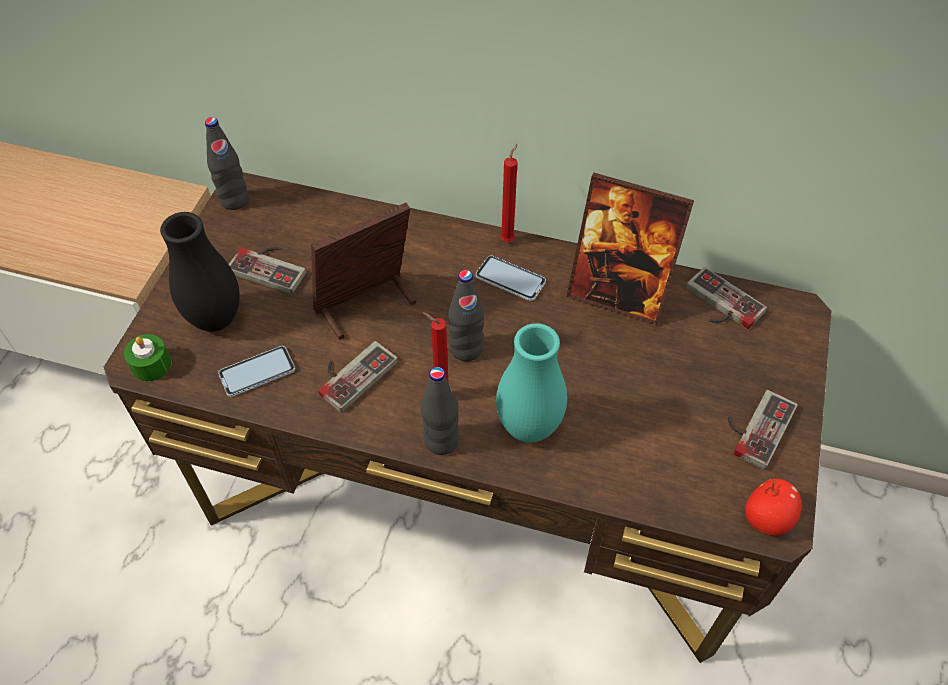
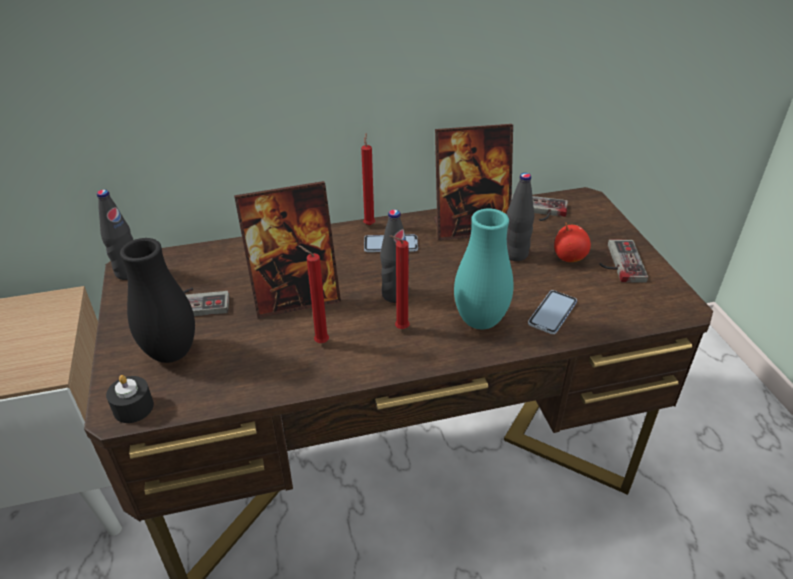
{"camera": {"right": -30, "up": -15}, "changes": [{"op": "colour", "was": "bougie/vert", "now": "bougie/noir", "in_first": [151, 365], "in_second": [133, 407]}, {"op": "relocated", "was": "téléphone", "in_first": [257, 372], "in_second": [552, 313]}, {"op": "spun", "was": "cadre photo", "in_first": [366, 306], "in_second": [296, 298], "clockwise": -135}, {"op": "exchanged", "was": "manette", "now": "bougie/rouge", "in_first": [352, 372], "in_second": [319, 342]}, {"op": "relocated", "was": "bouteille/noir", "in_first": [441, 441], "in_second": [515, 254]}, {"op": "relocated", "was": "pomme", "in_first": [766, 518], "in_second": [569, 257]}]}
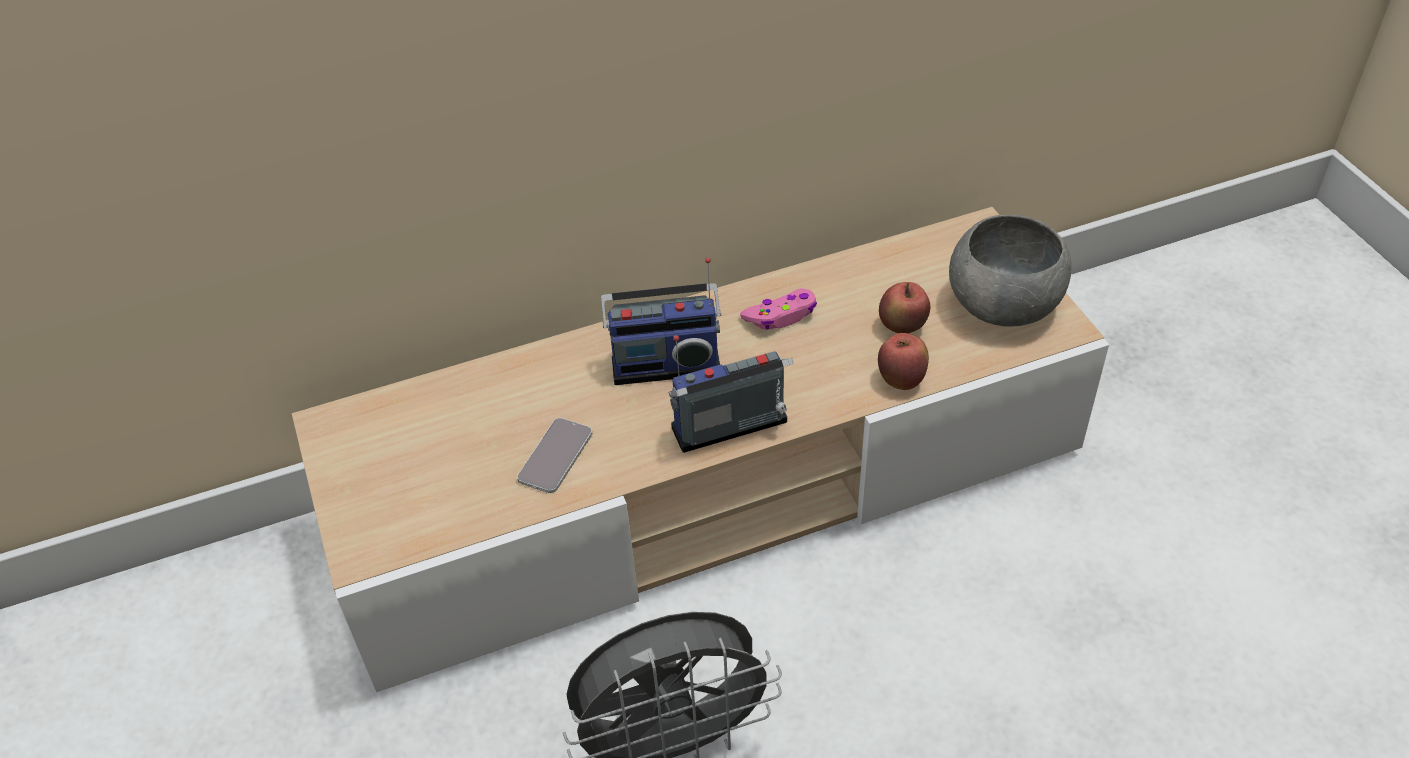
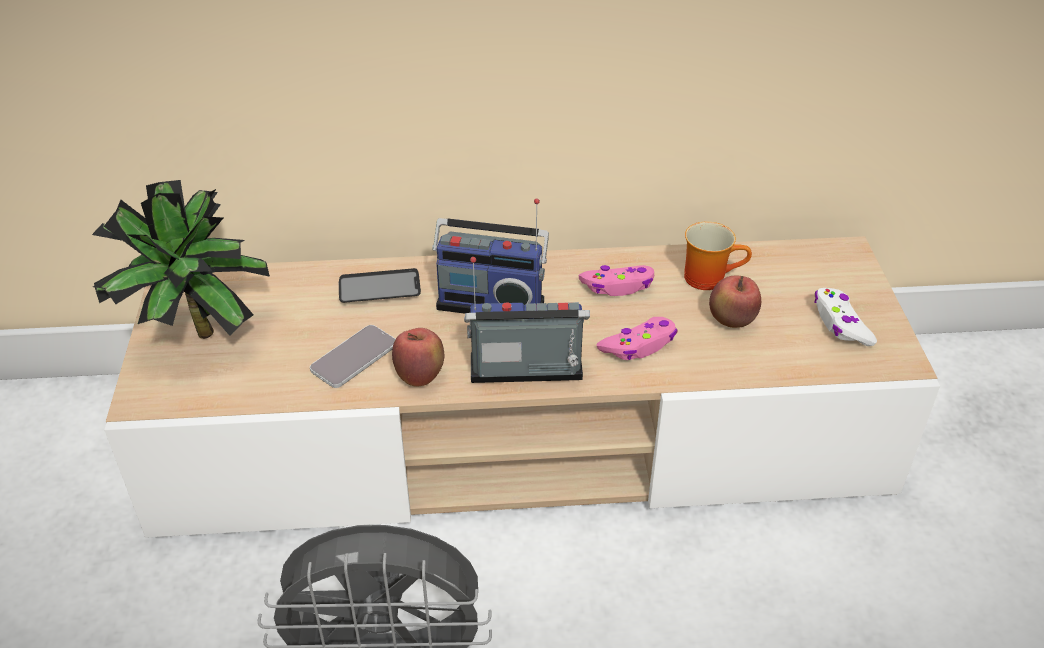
{"camera": {"right": 15, "up": -5}, "changes": [{"op": "relocated", "was": "pomme", "in_first": [901, 380], "in_second": [420, 376]}, {"op": "exchanged", "was": "bol/gris", "now": "manette/blanc", "in_first": [1002, 304], "in_second": [841, 324]}, {"op": "appeared", "now": "plante en pot", "in_second": [193, 337]}, {"op": "appeared", "now": "téléphone", "in_second": [379, 288]}, {"op": "appeared", "now": "manette/rose", "in_second": [639, 345]}, {"op": "appeared", "now": "mug", "in_second": [709, 276]}]}
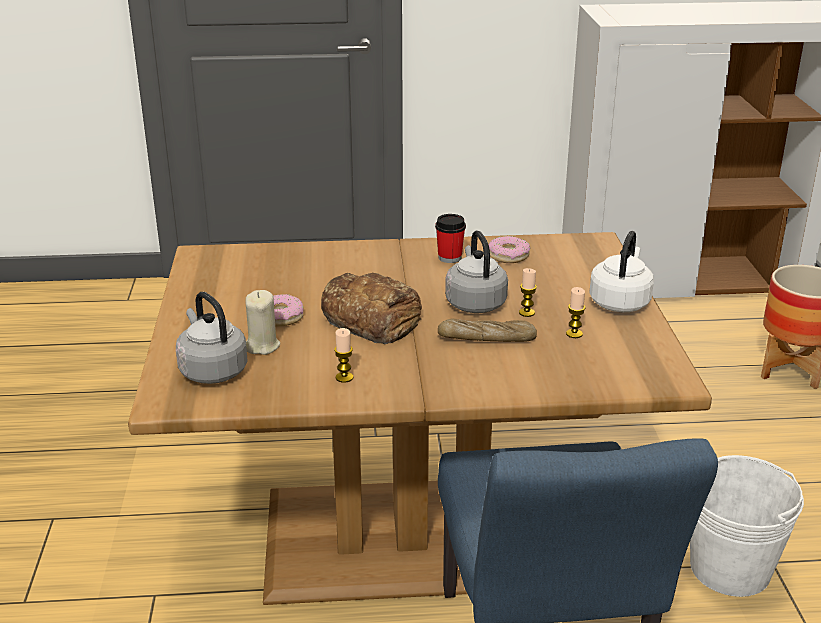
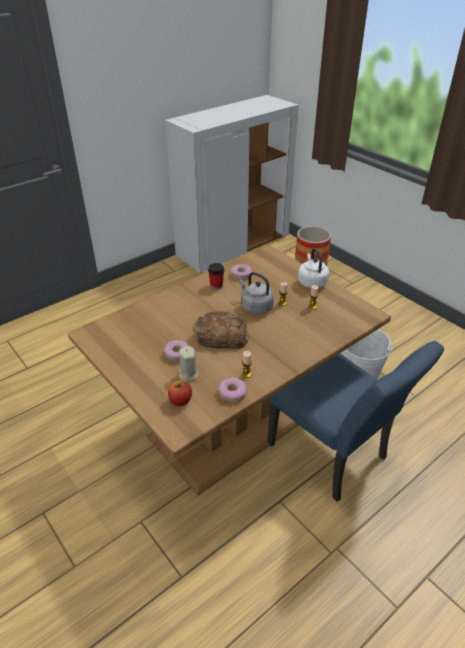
{"camera": {"right": -35, "up": 10}, "changes": [{"op": "exchanged", "was": "bouilloire/gris", "now": "pomme", "in_first": [212, 370], "in_second": [180, 400]}, {"op": "missing", "was": "pain", "in_first": [486, 338]}, {"op": "appeared", "now": "beignet", "in_second": [232, 393]}]}
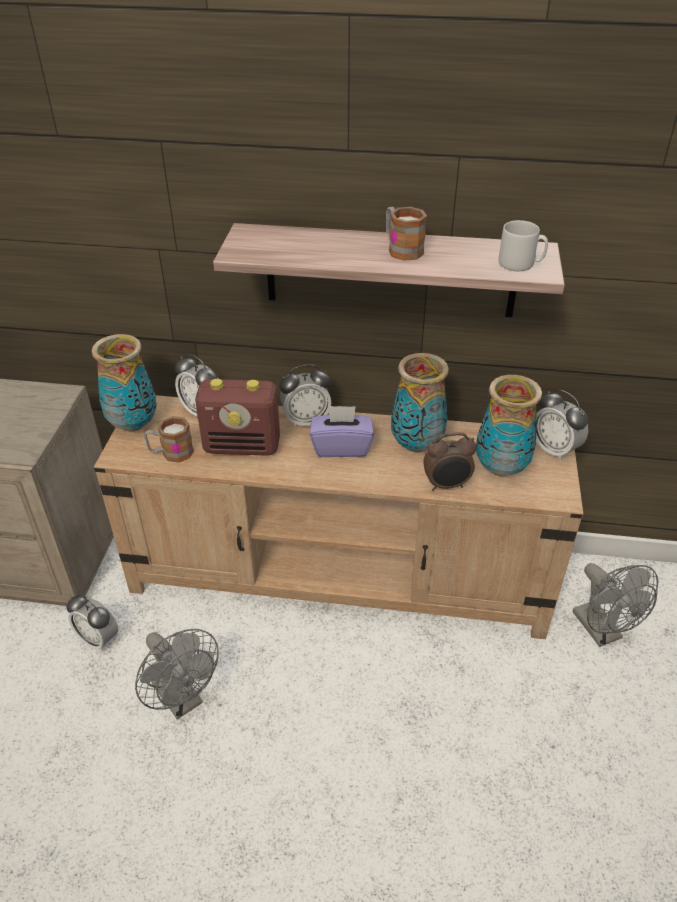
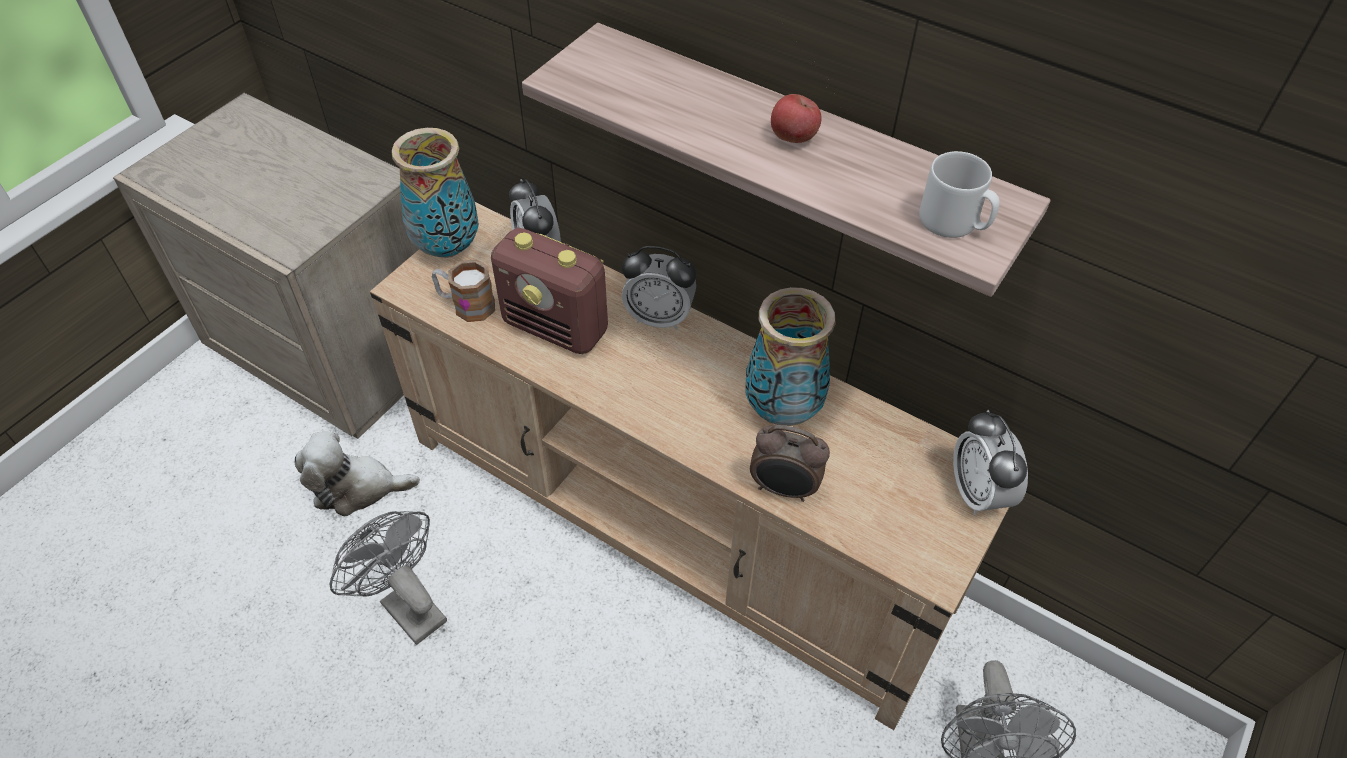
{"camera": {"right": 25, "up": 10}, "changes": [{"op": "exchanged", "was": "réveil", "now": "peluche", "in_first": [98, 639], "in_second": [357, 488]}, {"op": "spun", "was": "ventilateur/gris", "in_first": [183, 700], "in_second": [406, 605], "clockwise": 150}, {"op": "missing", "was": "boîte à mouchoirs/violet", "in_first": [341, 447]}, {"op": "exchanged", "was": "mug", "now": "pomme", "in_first": [401, 249], "in_second": [793, 138]}, {"op": "missing", "was": "vase", "in_first": [500, 468]}]}
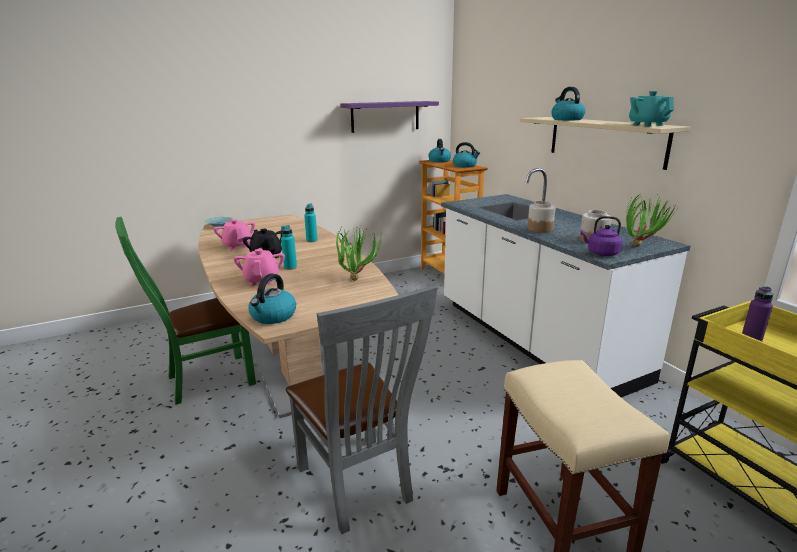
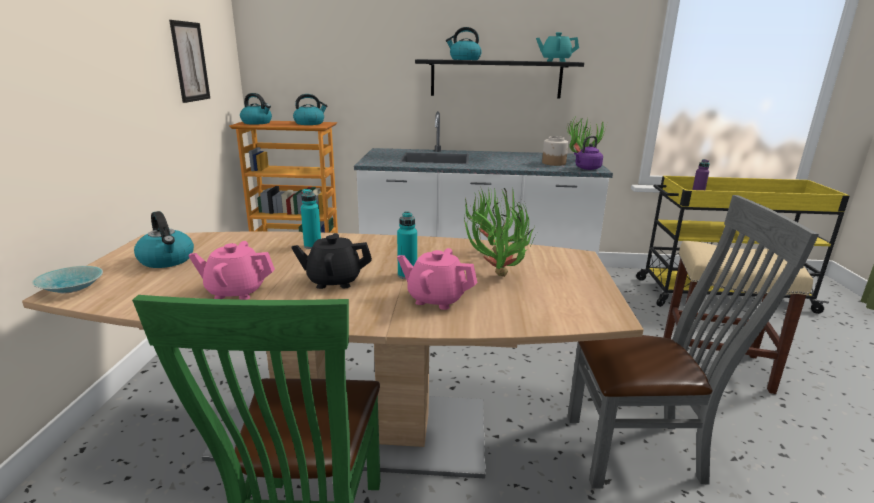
{"camera": {"right": -60, "up": 0}, "changes": [{"op": "relocated", "was": "bouilloire", "in_first": [273, 316], "in_second": [167, 260]}, {"op": "exchanged", "was": "étagère/violet", "now": "tableau", "in_first": [385, 116], "in_second": [190, 62]}, {"op": "colour", "was": "étagère/beige", "now": "étagère/noir", "in_first": [605, 140], "in_second": [496, 79]}, {"op": "missing", "was": "bocal", "in_first": [540, 229]}, {"op": "appeared", "now": "plante en pot", "in_second": [499, 280]}]}
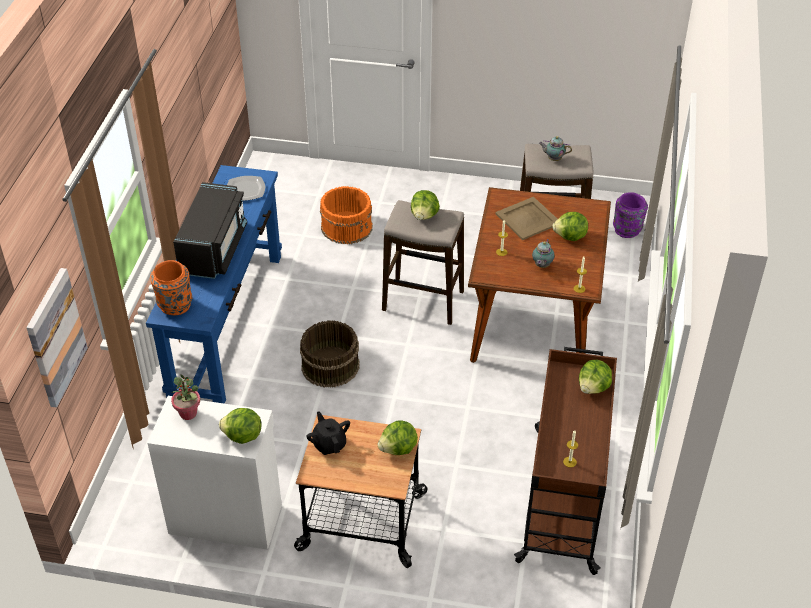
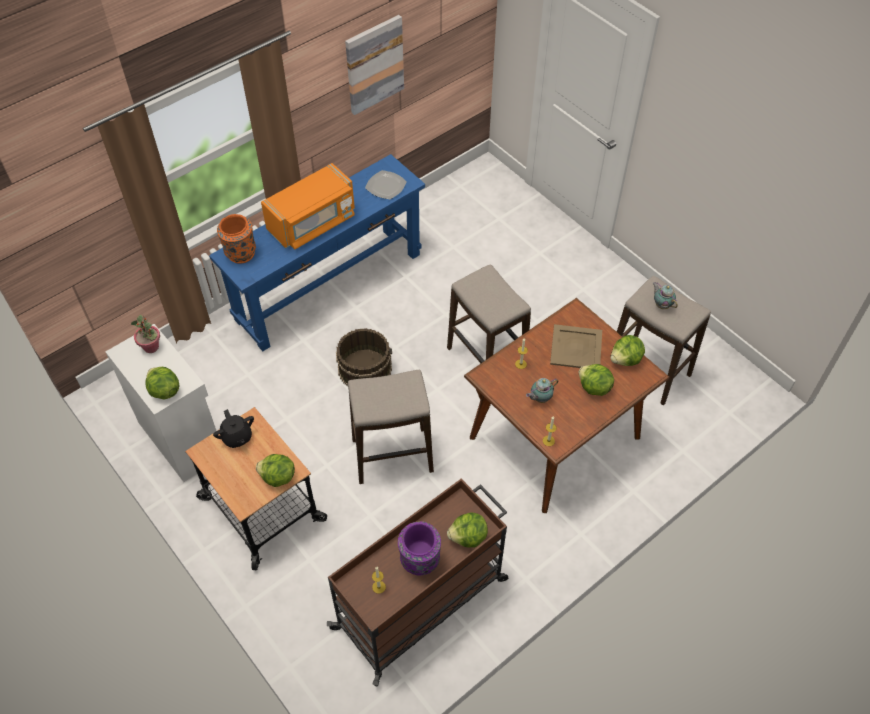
{"camera": {"right": 40, "up": 10}, "changes": [{"op": "relocated", "was": "tableau", "in_first": [55, 337], "in_second": [374, 64]}, {"op": "colour", "was": "micro-ondes/noir", "now": "micro-ondes/orange", "in_first": [214, 249], "in_second": [312, 223]}, {"op": "spun", "was": "théière/noir", "in_first": [329, 444], "in_second": [237, 437], "clockwise": 135}, {"op": "missing", "was": "seau/orange", "in_first": [347, 227]}, {"op": "relocated", "was": "laitue", "in_first": [424, 216], "in_second": [625, 360]}, {"op": "relocated", "was": "vase/violet", "in_first": [627, 230], "in_second": [420, 561]}, {"op": "appeared", "now": "tabouret", "in_second": [392, 456]}]}
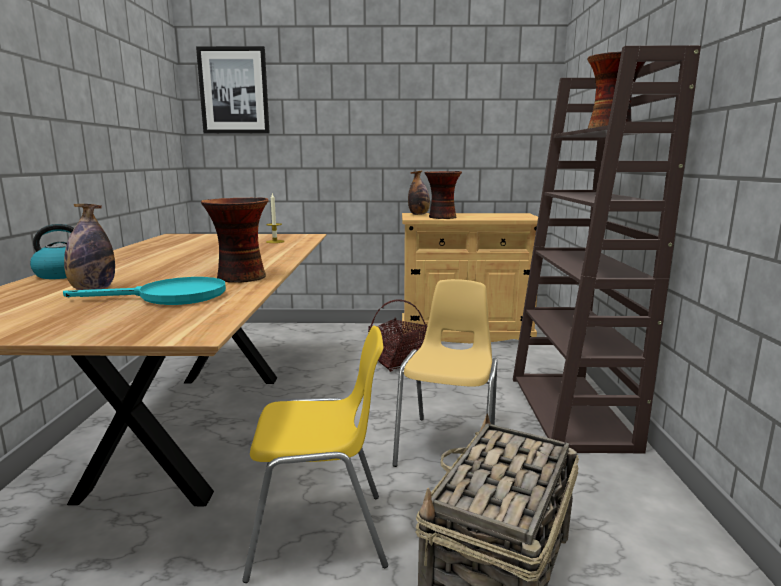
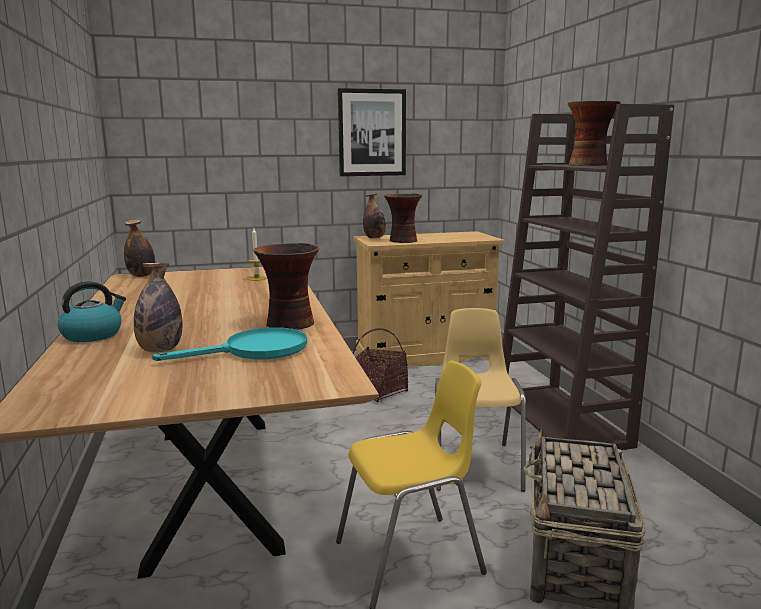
{"camera": {"right": -15, "up": 0}, "changes": [{"op": "relocated", "was": "tableau", "in_first": [234, 91], "in_second": [372, 133]}, {"op": "appeared", "now": "bouteille", "in_second": [142, 276]}]}
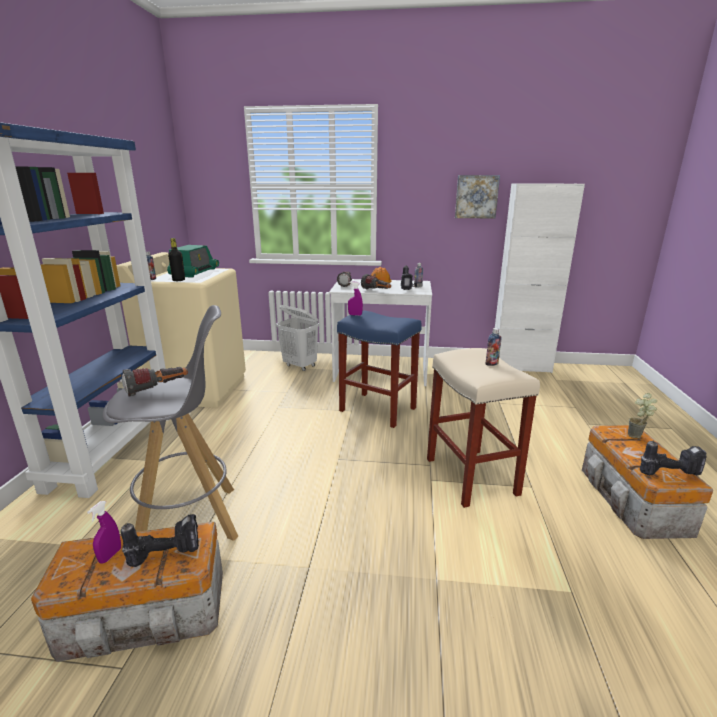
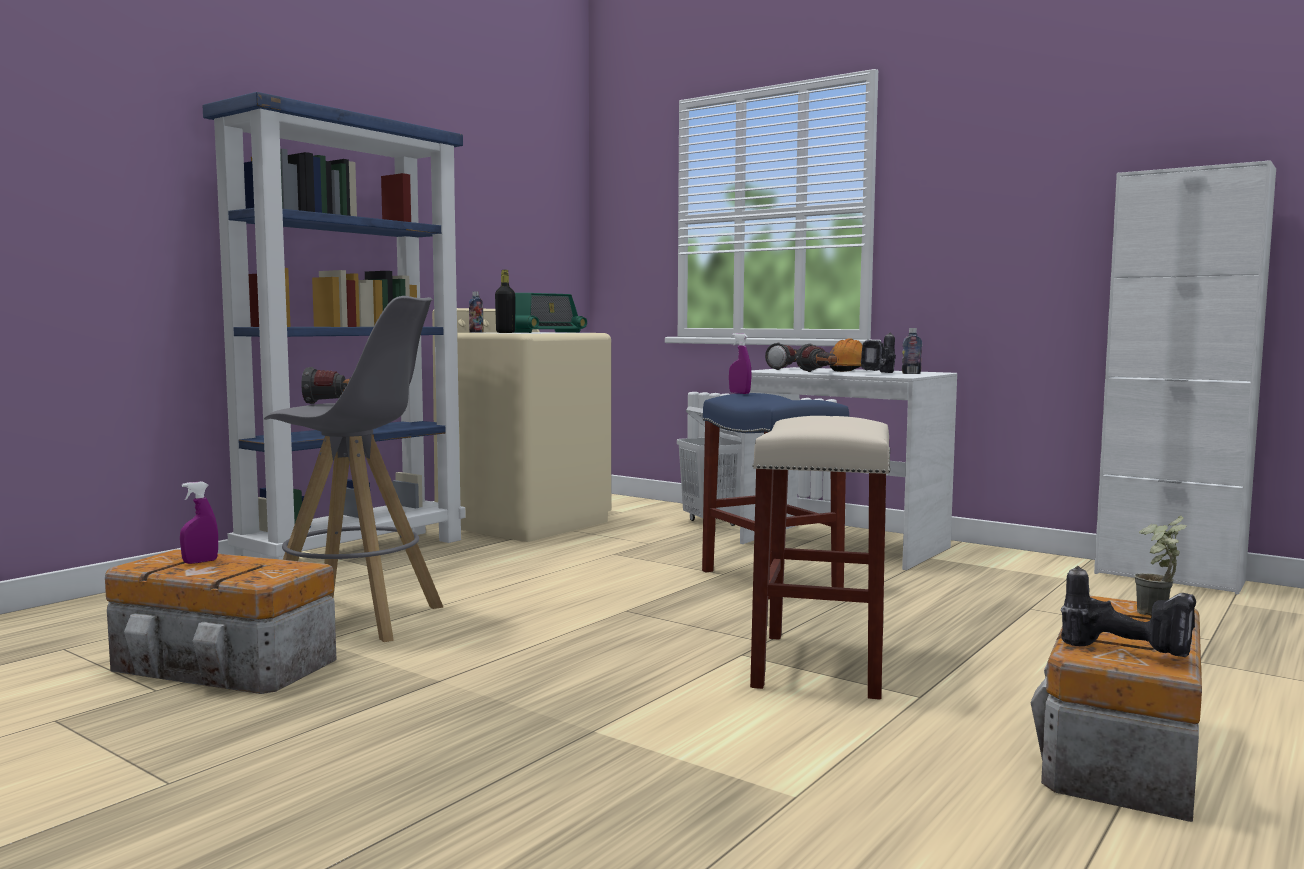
{"camera": {"right": 30, "up": -15}, "changes": [{"op": "missing", "was": "perceuse", "in_first": [167, 553]}, {"op": "missing", "was": "tableau", "in_first": [476, 196]}, {"op": "missing", "was": "bouteille", "in_first": [491, 364]}]}
